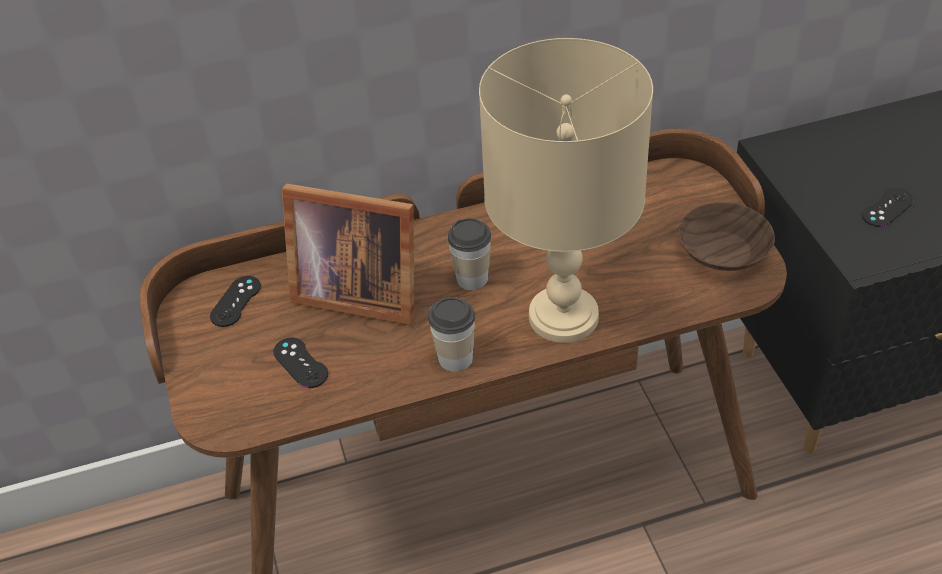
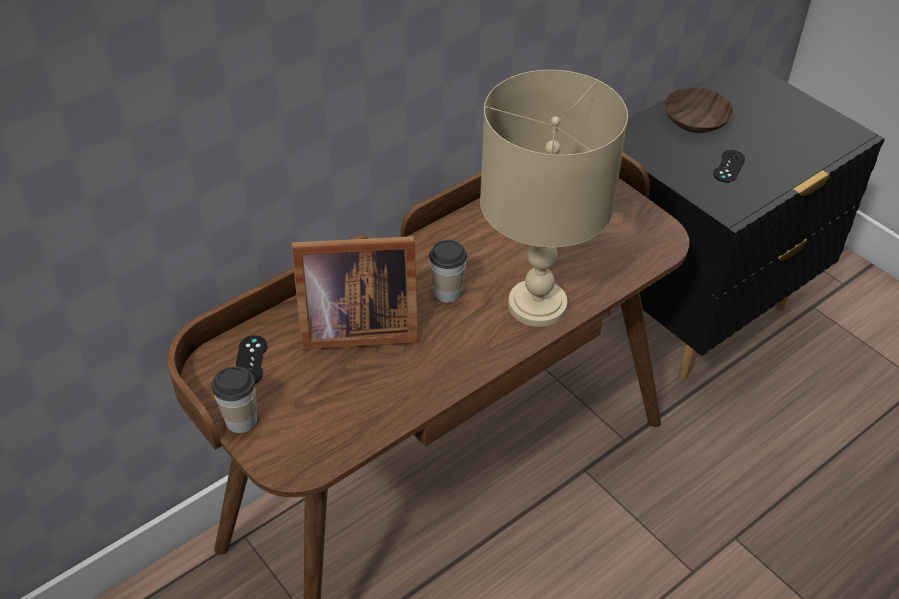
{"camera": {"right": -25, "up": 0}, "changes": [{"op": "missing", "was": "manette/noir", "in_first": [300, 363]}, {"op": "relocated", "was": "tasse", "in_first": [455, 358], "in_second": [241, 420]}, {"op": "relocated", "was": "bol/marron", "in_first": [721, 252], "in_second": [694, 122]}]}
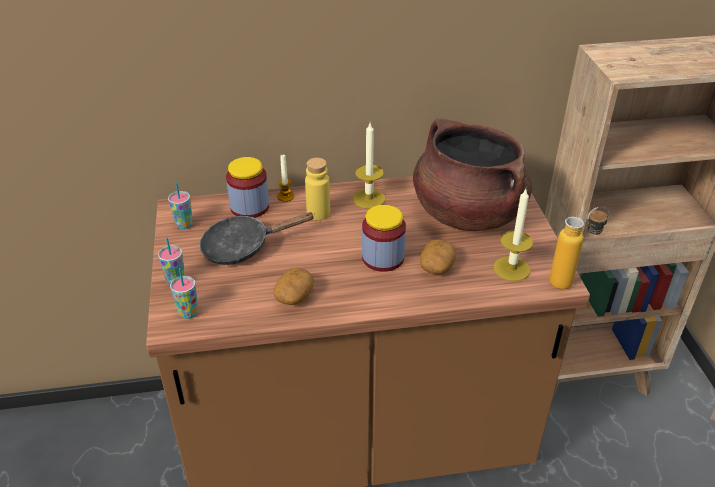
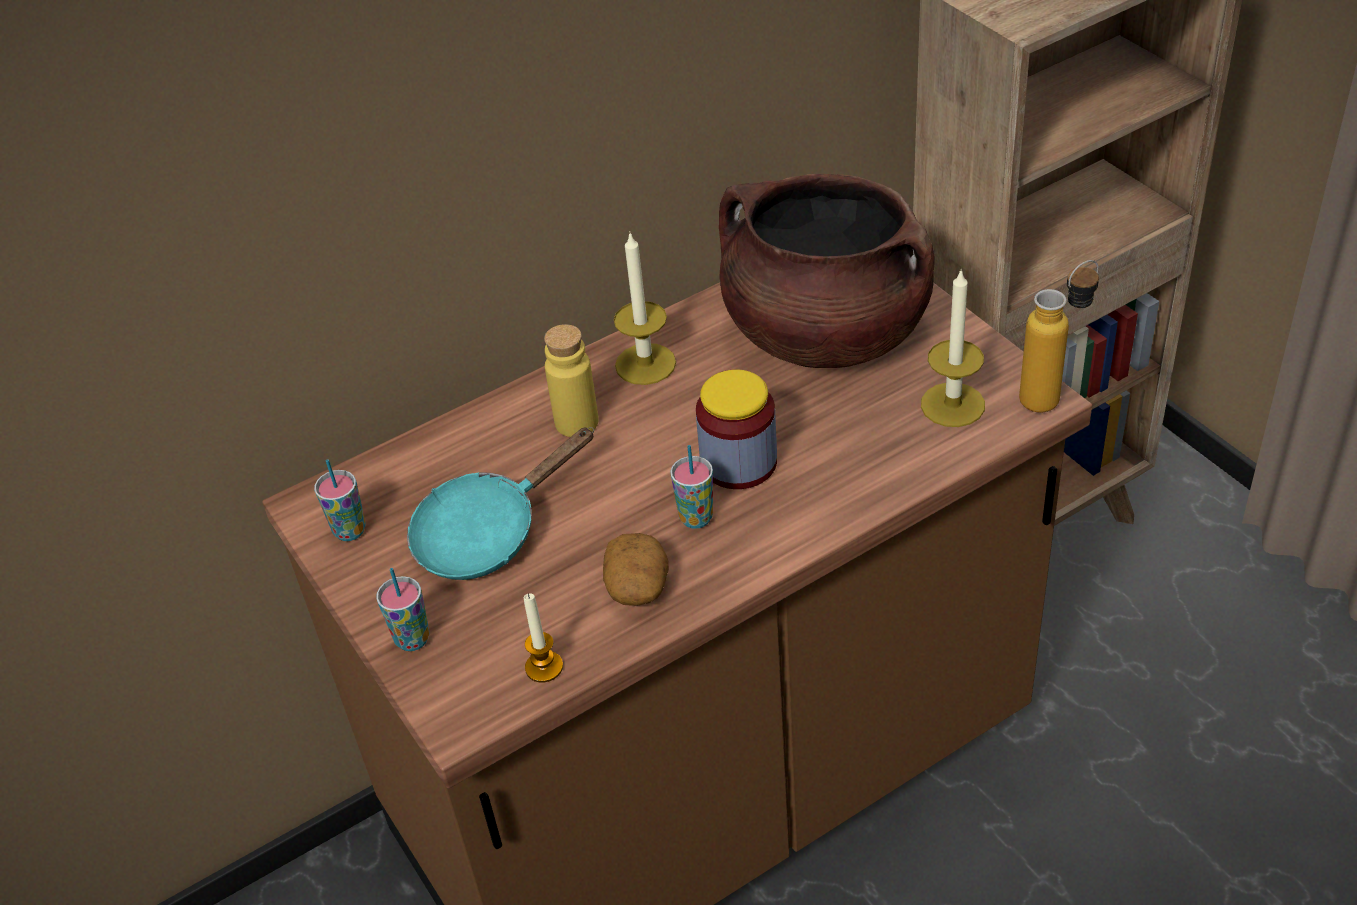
{"camera": {"right": -20, "up": 5}, "changes": [{"op": "relocated", "was": "tasse", "in_first": [188, 313], "in_second": [696, 518]}, {"op": "colour", "was": "poêle/noir", "now": "poêle/turquoise", "in_first": [243, 247], "in_second": [487, 532]}, {"op": "missing", "was": "bocal", "in_first": [249, 207]}, {"op": "relocated", "was": "bougie", "in_first": [285, 196], "in_second": [544, 667]}, {"op": "missing", "was": "pomme de terre", "in_first": [437, 267]}]}
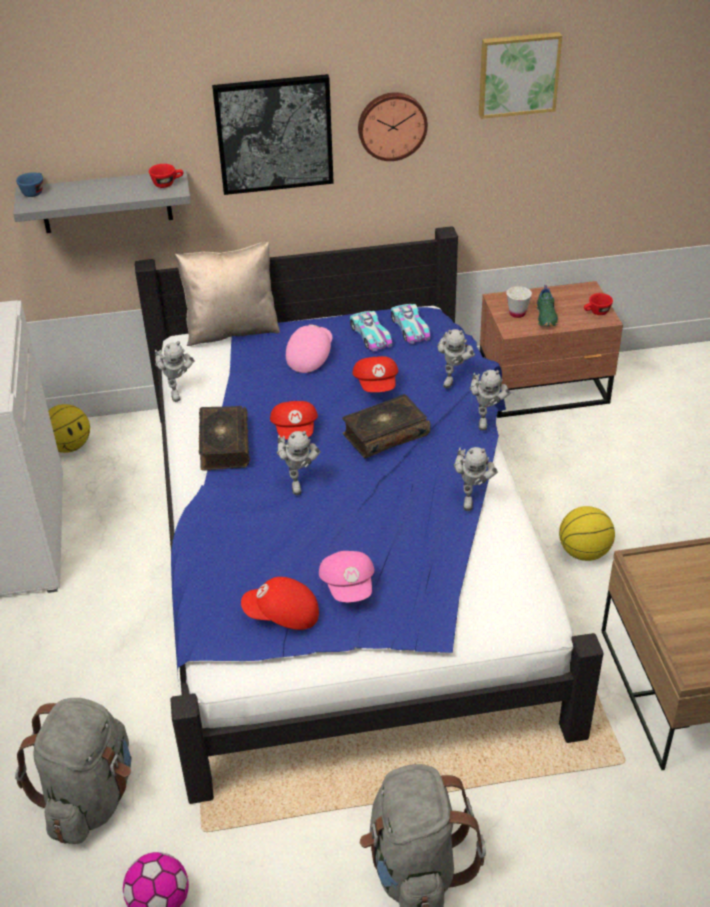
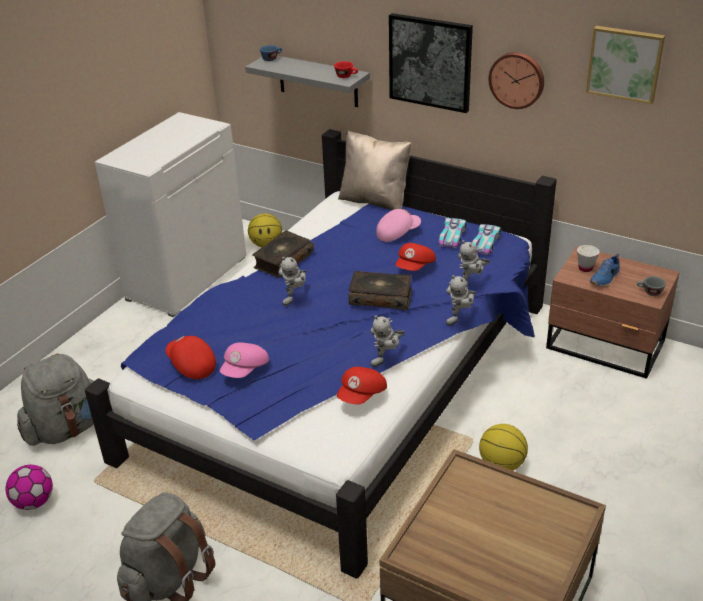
{"camera": {"right": 40, "up": -5}, "changes": [{"op": "missing", "was": "robot jouet", "in_first": [176, 390]}, {"op": "relocated", "was": "casquette/rouge", "in_first": [295, 430], "in_second": [362, 395]}, {"op": "colour", "was": "chaussure/vert", "now": "chaussure/bleu", "in_first": [546, 317], "in_second": [605, 279]}, {"op": "colour", "was": "tasse/rouge", "now": "tasse/gris", "in_first": [596, 312], "in_second": [649, 292]}]}
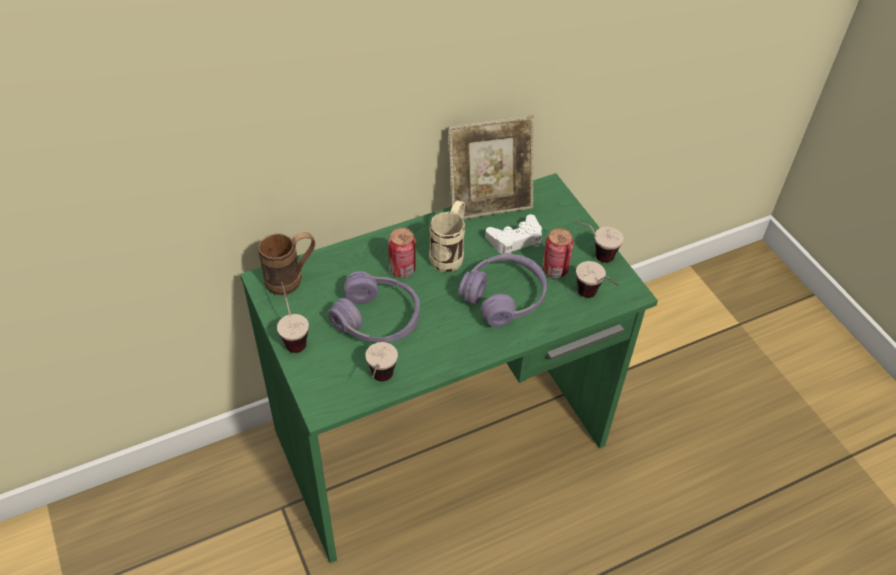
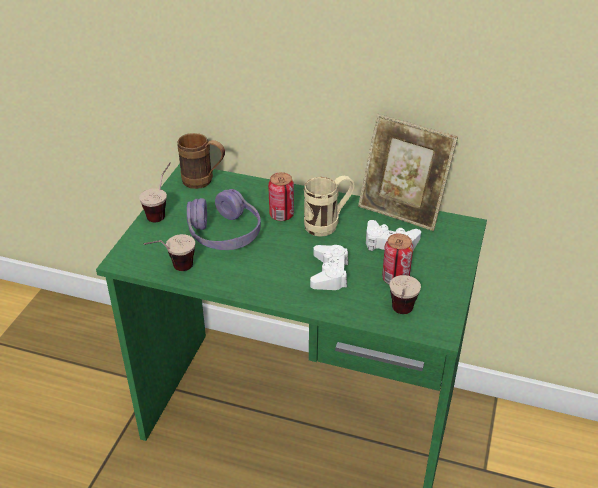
{"camera": {"right": 45, "up": -10}, "changes": [{"op": "exchanged", "was": "casque audio/violet", "now": "manette/blanc", "in_first": [504, 297], "in_second": [329, 273]}, {"op": "missing", "was": "tasse", "in_first": [592, 255]}]}
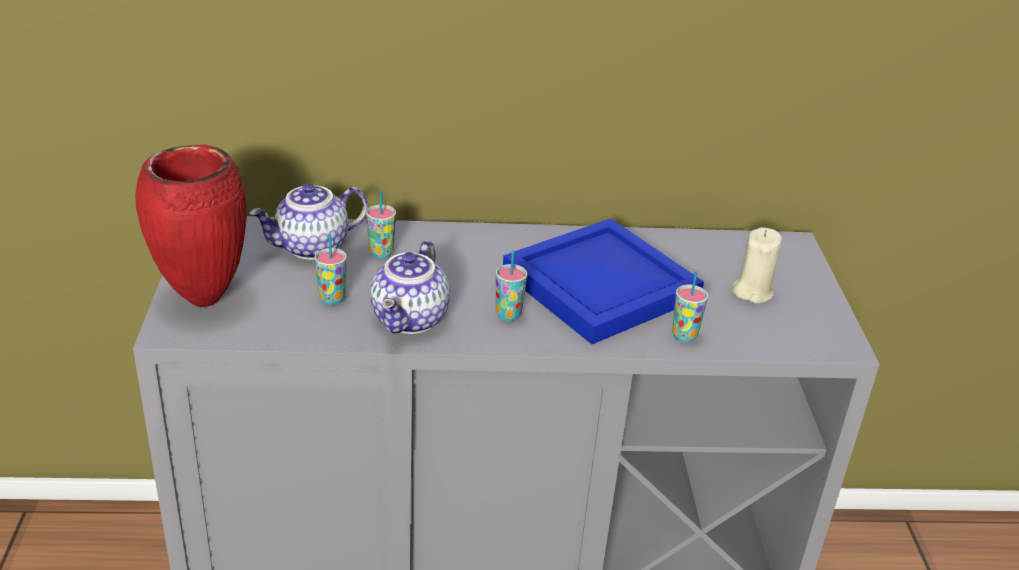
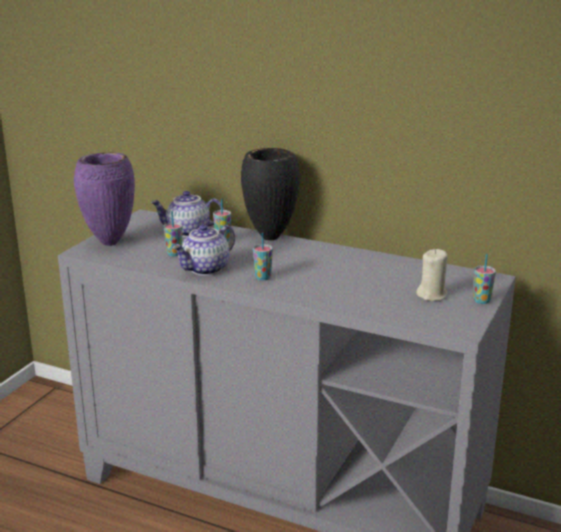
{"camera": {"right": 30, "up": -10}, "changes": [{"op": "colour", "was": "vase/rouge", "now": "vase/violet", "in_first": [202, 299], "in_second": [109, 242]}, {"op": "missing", "was": "plateau/bleu", "in_first": [601, 283]}, {"op": "relocated", "was": "tasse", "in_first": [684, 336], "in_second": [481, 301]}, {"op": "appeared", "now": "vase/noir", "in_second": [269, 238]}]}
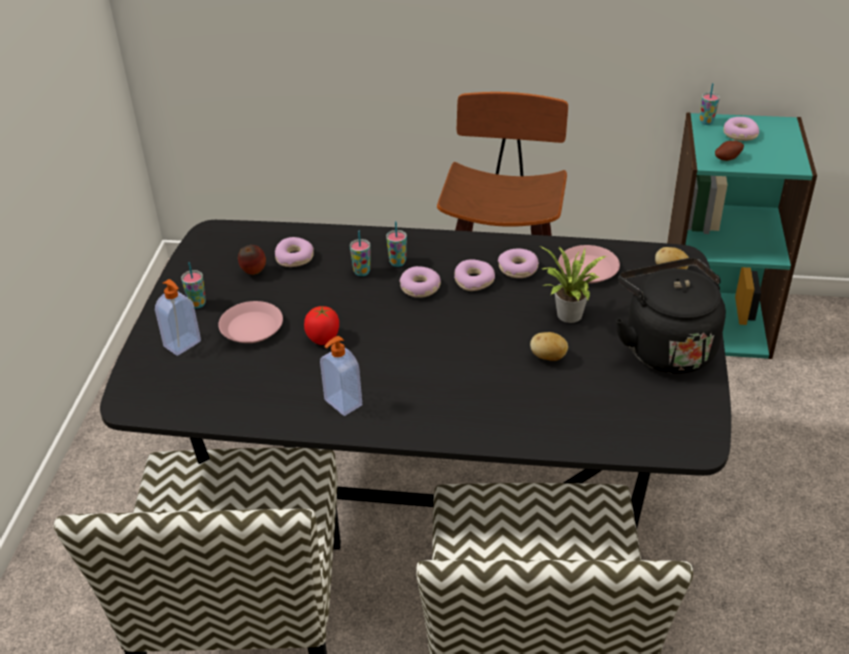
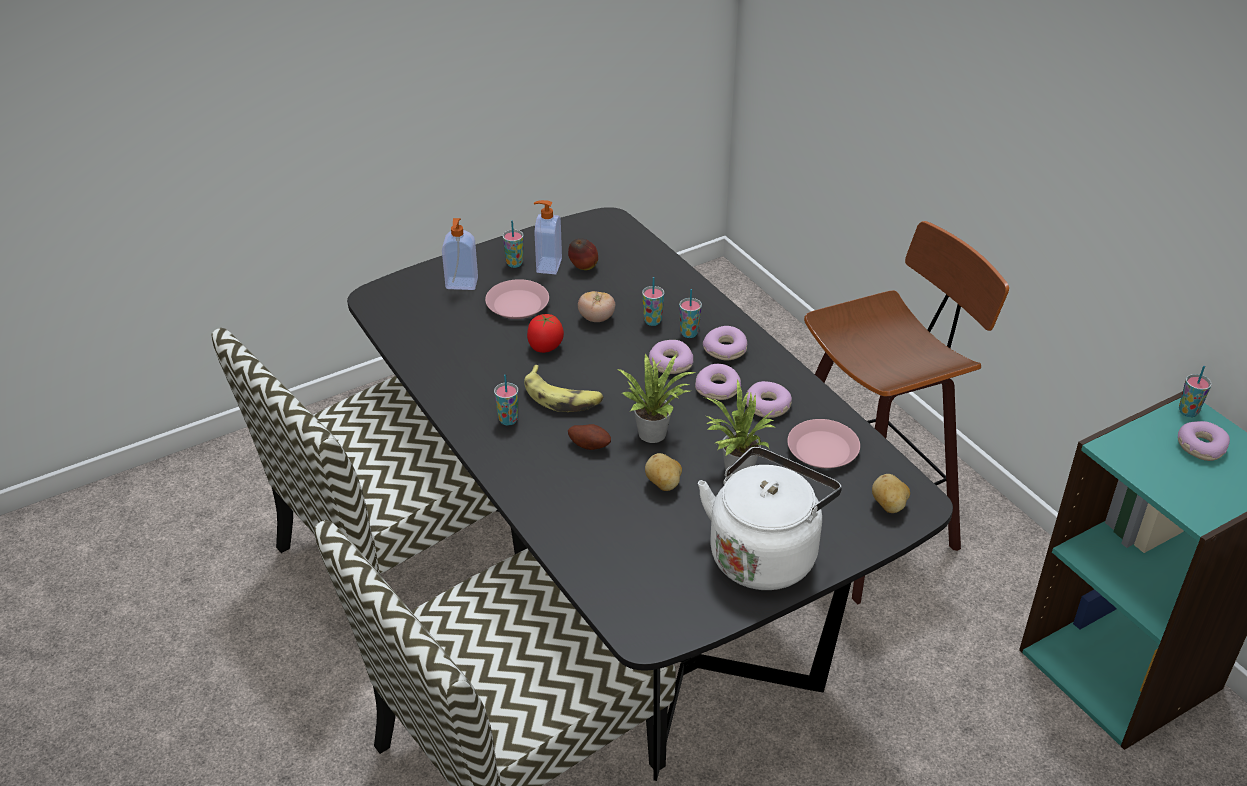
{"camera": {"right": 50, "up": 0}, "changes": [{"op": "relocated", "was": "beignet", "in_first": [295, 258], "in_second": [725, 350]}, {"op": "relocated", "was": "distributeur de savon", "in_first": [342, 403], "in_second": [548, 266]}, {"op": "colour", "was": "bouilloire/noir", "now": "bouilloire/blanc", "in_first": [666, 347], "in_second": [765, 553]}, {"op": "relocated", "was": "pomme de terre", "in_first": [727, 158], "in_second": [590, 445]}, {"op": "appeared", "now": "tasse", "in_second": [508, 420]}, {"op": "appeared", "now": "banane", "in_second": [563, 397]}, {"op": "appeared", "now": "tomate", "in_second": [596, 318]}, {"op": "appeared", "now": "plante en pot", "in_second": [655, 432]}]}
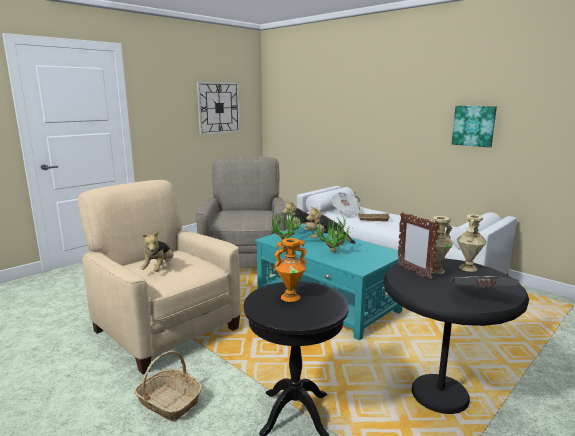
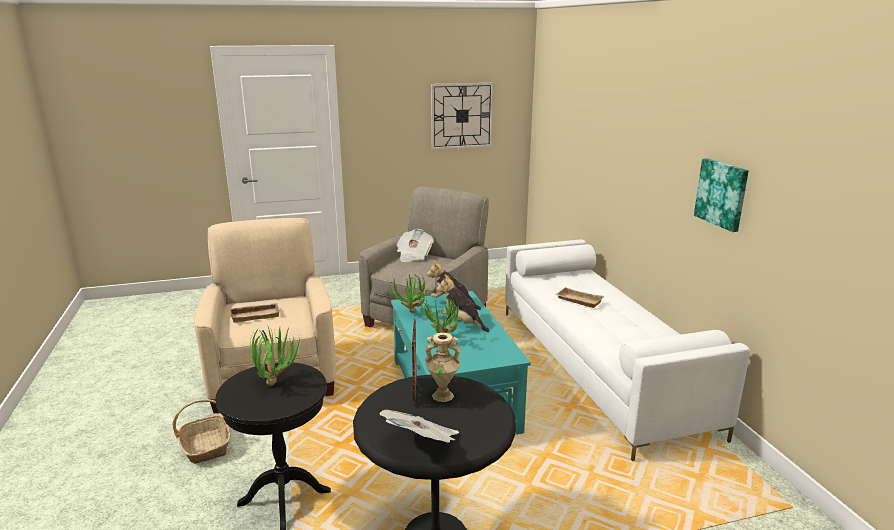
{"camera": {"right": 30, "up": 5}, "changes": [{"op": "exchanged", "was": "peluche", "now": "plateau/beige", "in_first": [159, 269], "in_second": [255, 315]}, {"op": "exchanged", "was": "vase/orange", "now": "plante en pot", "in_first": [290, 297], "in_second": [276, 381]}, {"op": "relocated", "was": "journal", "in_first": [346, 212], "in_second": [413, 256]}, {"op": "missing", "was": "vase/beige", "in_first": [467, 268]}]}
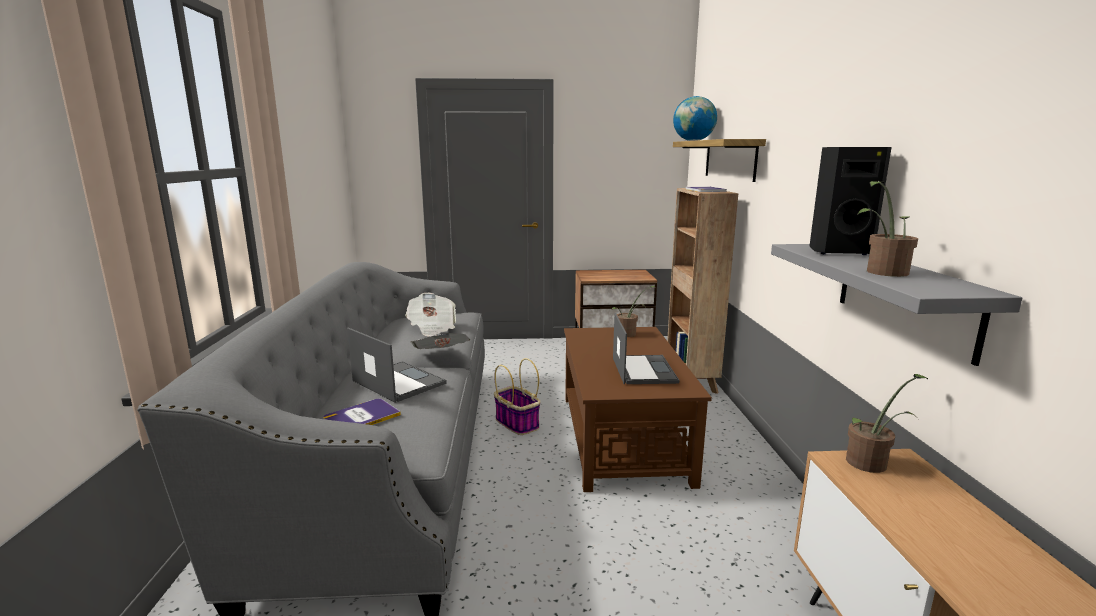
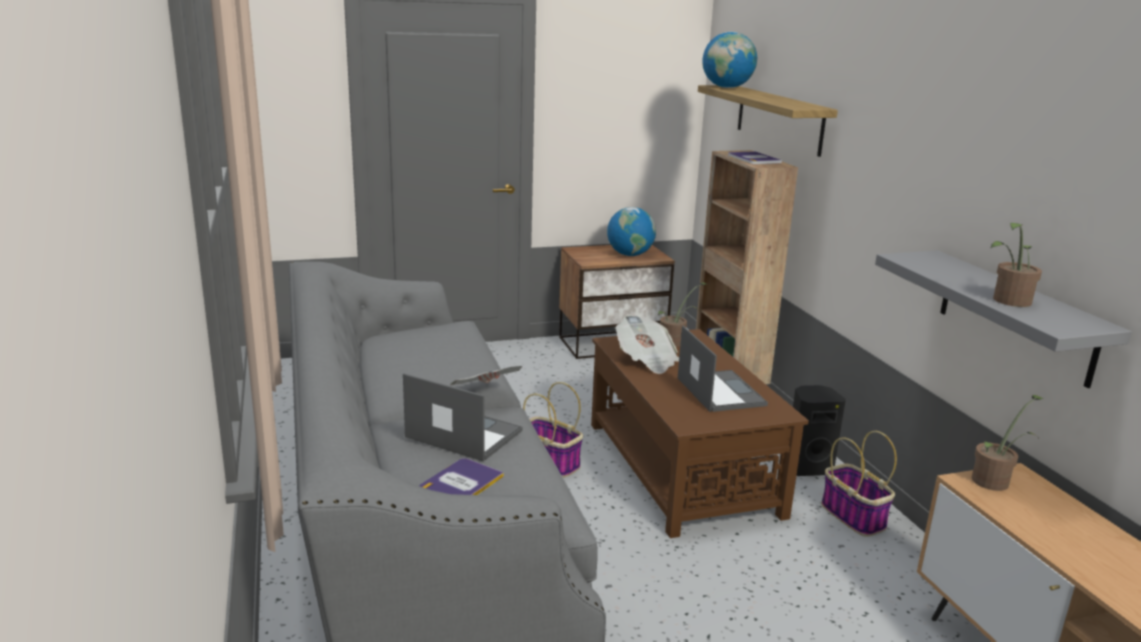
{"camera": {"right": -15, "up": 5}, "changes": [{"op": "relocated", "was": "journal", "in_first": [432, 328], "in_second": [646, 360]}, {"op": "relocated", "was": "enceinte/noir", "in_first": [838, 251], "in_second": [807, 467]}, {"op": "appeared", "now": "globe", "in_second": [630, 255]}, {"op": "appeared", "now": "panier", "in_second": [854, 517]}]}
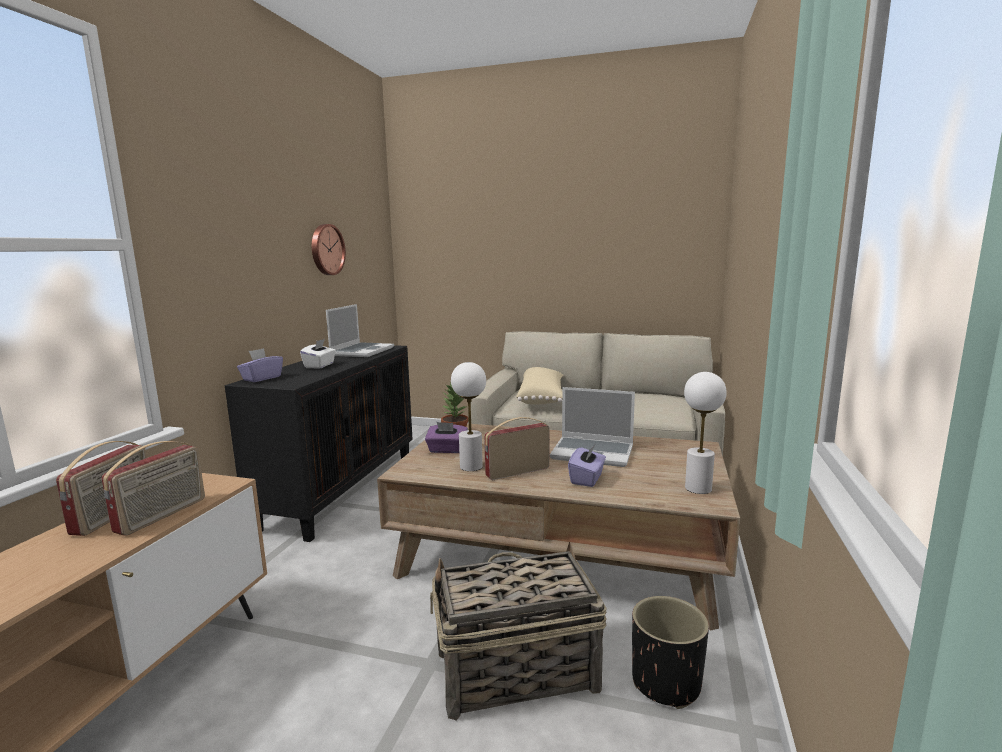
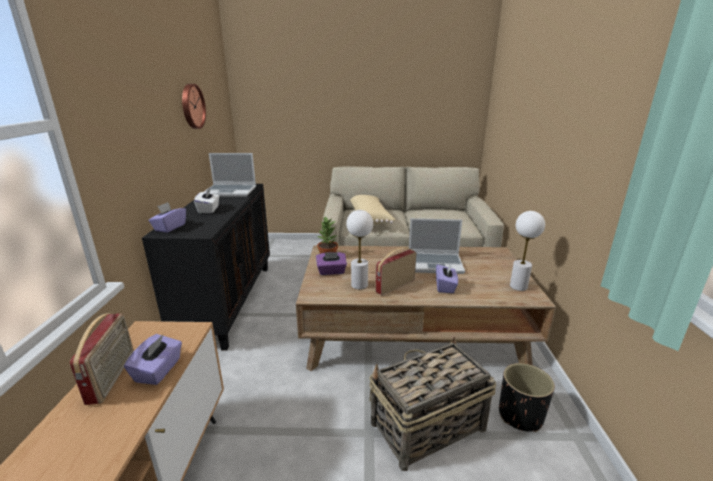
{"camera": {"right": -15, "up": 10}, "changes": [{"op": "exchanged", "was": "radio", "now": "boîte à mouchoirs/violet", "in_first": [163, 515], "in_second": [159, 370]}, {"op": "spun", "was": "ordinateur portable", "in_first": [362, 351], "in_second": [231, 191], "clockwise": 90}]}
